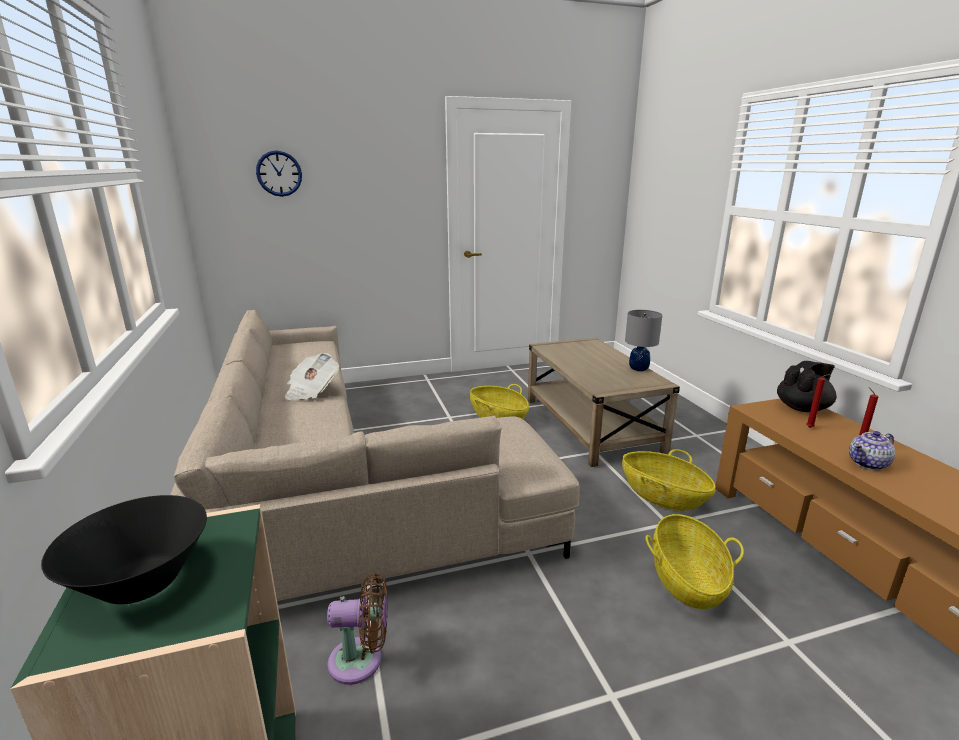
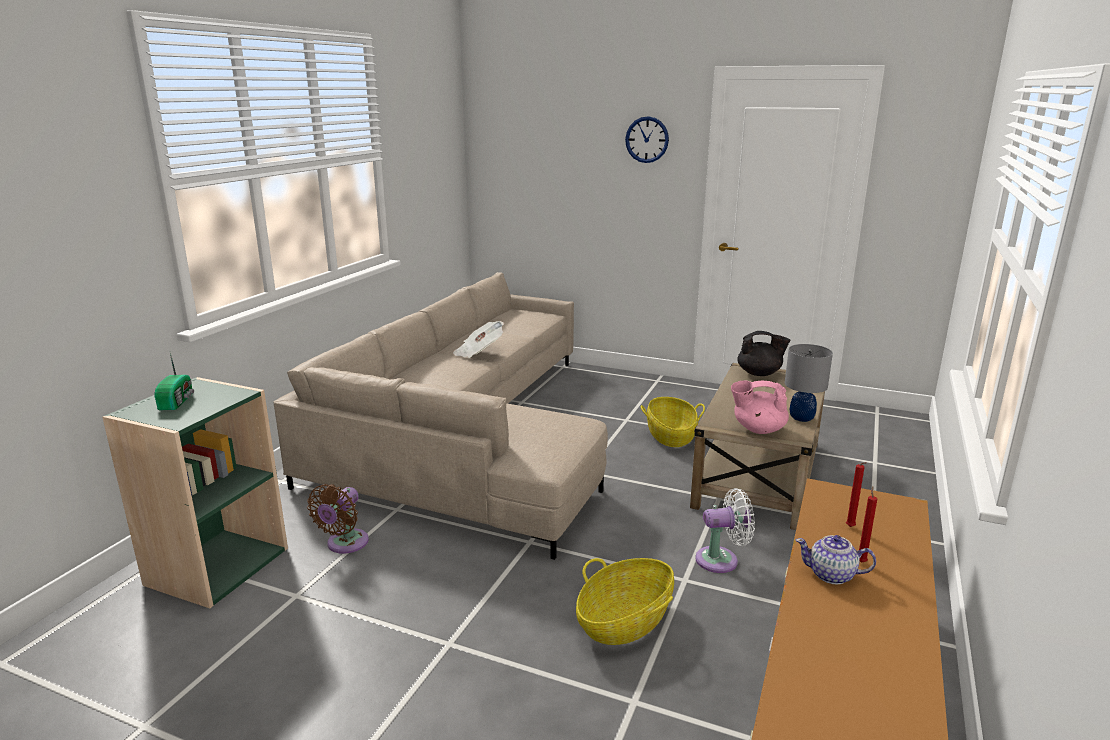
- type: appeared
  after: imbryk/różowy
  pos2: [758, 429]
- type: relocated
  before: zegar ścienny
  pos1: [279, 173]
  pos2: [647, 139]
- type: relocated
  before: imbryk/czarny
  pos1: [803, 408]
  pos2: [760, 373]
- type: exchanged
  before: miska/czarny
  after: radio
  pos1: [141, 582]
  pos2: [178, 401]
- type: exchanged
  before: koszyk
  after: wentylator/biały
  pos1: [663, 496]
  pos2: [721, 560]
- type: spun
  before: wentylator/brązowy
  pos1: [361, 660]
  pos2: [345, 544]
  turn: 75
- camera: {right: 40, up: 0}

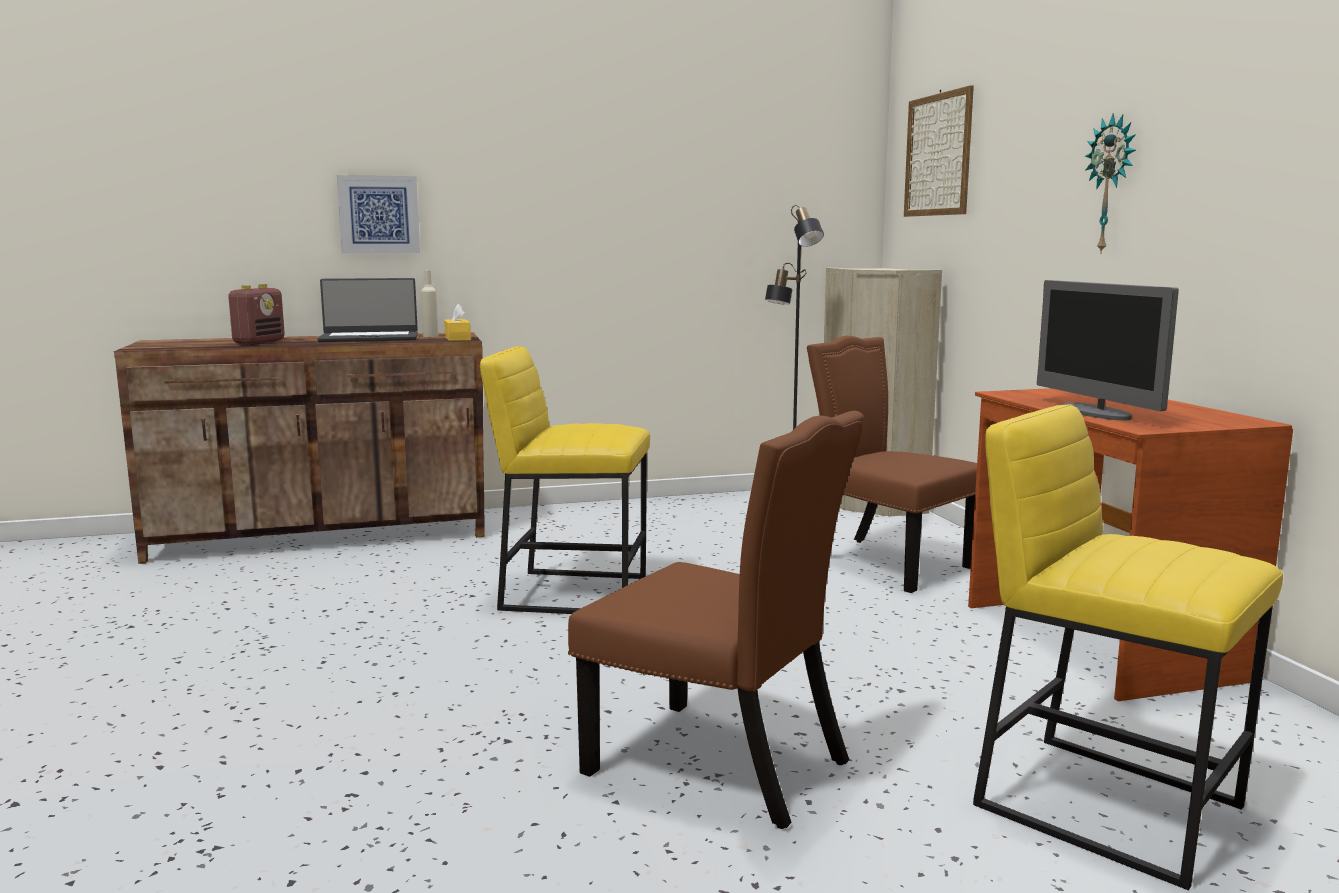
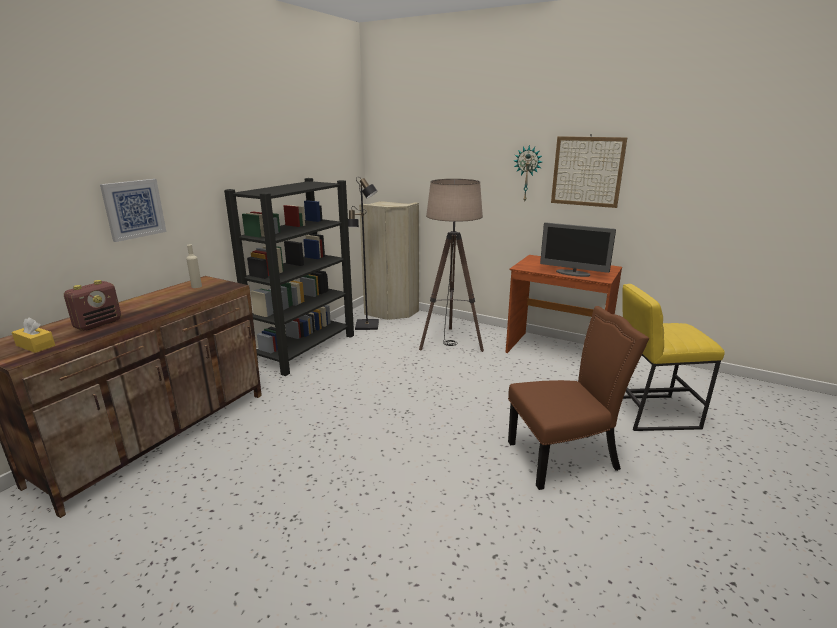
- type: missing
  before: laptop
  pos1: [369, 338]
- type: missing
  before: krzesło/żółty
  pos1: [572, 593]
- type: appeared
  after: regał/czarny
  pos2: [304, 349]
- type: relocated
  before: pudełko chusteczek/żółty
  pos1: [457, 338]
  pos2: [35, 345]
- type: relocated
  before: obraz
  pos1: [938, 153]
  pos2: [587, 170]
- type: exchanged
  before: krzesło/brązowy
  after: lampa stojąca
  pos1: [888, 564]
  pos2: [451, 342]
- type: spun
  before: radio
  pos1: [259, 342]
  pos2: [98, 324]
  turn: 60
- camera: {right: -45, up: 10}

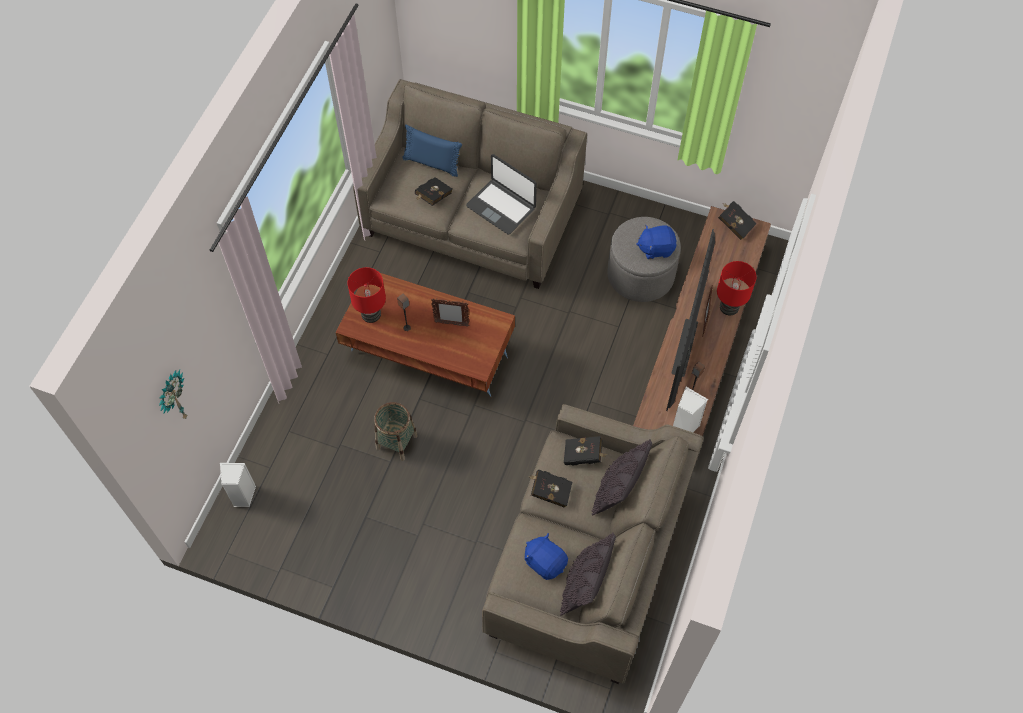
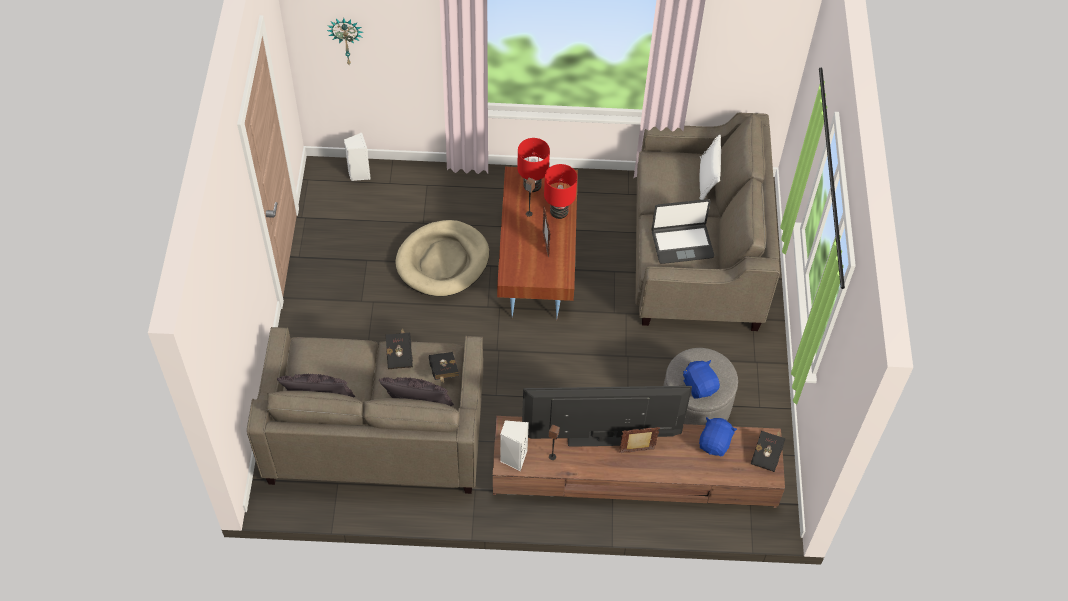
- type: missing
  before: książka/czarny
  pos1: [432, 197]
- type: relocated
  before: pluszak/niebieski
  pos1: [545, 562]
  pos2: [715, 443]
- type: relocated
  before: lampa stołowa/czerwony
  pos1: [729, 307]
  pos2: [559, 211]
- type: exchanged
  before: koszyk
  after: legowisko/beżowy
  pos1: [396, 442]
  pos2: [443, 261]
- type: colour
  before: poduszka/niebieski
  after: poduszka/biały
  pos1: [432, 163]
  pos2: [707, 180]
- type: spun
  before: laptop
  pos1: [501, 207]
  pos2: [682, 243]
  turn: -120
- camera: {right: 70, up: -5}

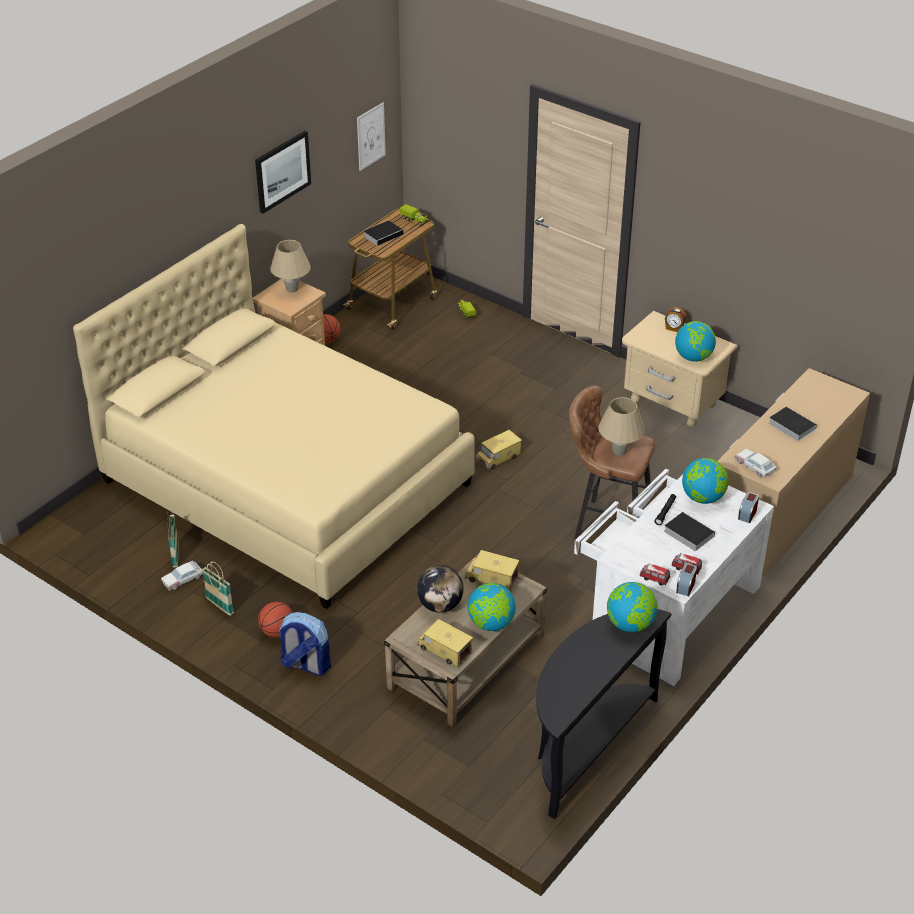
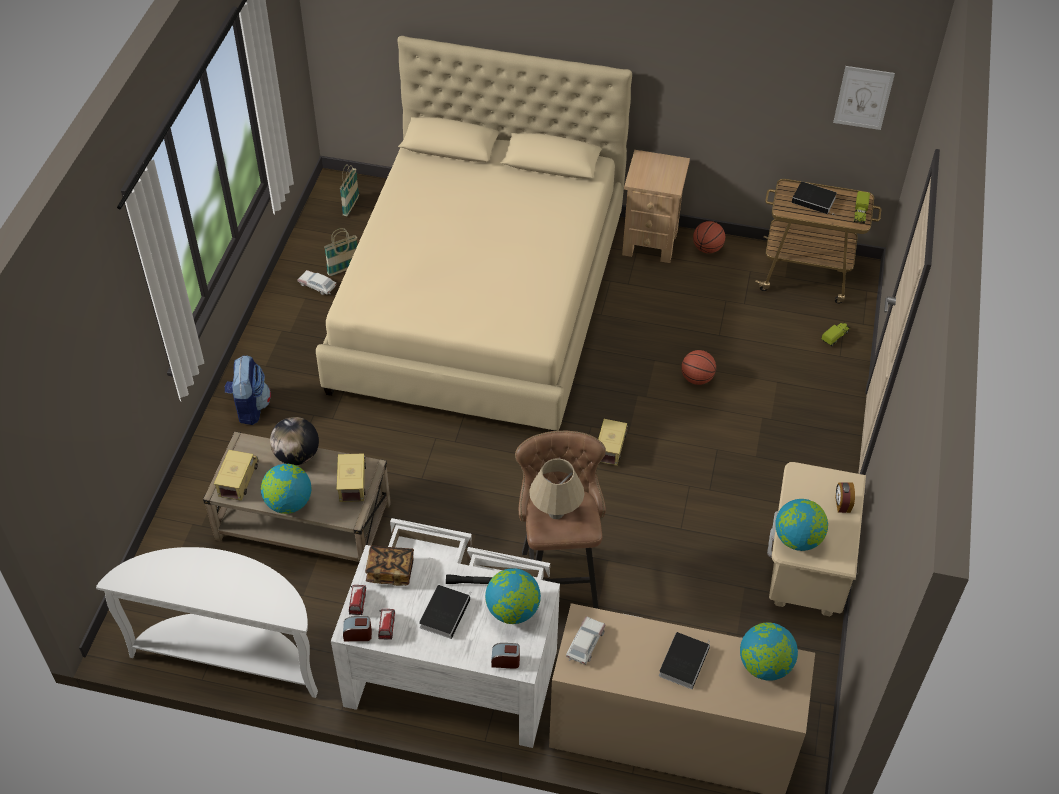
- type: missing
  before: obraz
  pos1: [282, 171]
- type: missing
  before: lampa stołowa/beżowy
  pos1: [292, 289]
- type: appeared
  after: książka
  pos2: [390, 571]
- type: relocated
  before: koszyk
  pos1: [220, 606]
  pos2: [351, 206]
- type: relocated
  before: piłka do koszykówki
  pos1: [277, 632]
  pos2: [697, 378]
- type: relocated
  before: globus
  pos1: [630, 624]
  pos2: [764, 665]
- type: colour
  before: stolik konsolowy/czarny
  after: stolik konsolowy/biały
  pos1: [586, 745]
  pos2: [231, 654]
- type: spun
  before: ciężarówka zabawkowa
  pos1: [498, 458]
  pos2: [610, 446]
  turn: 75
- camera: {right: 65, up: 10}

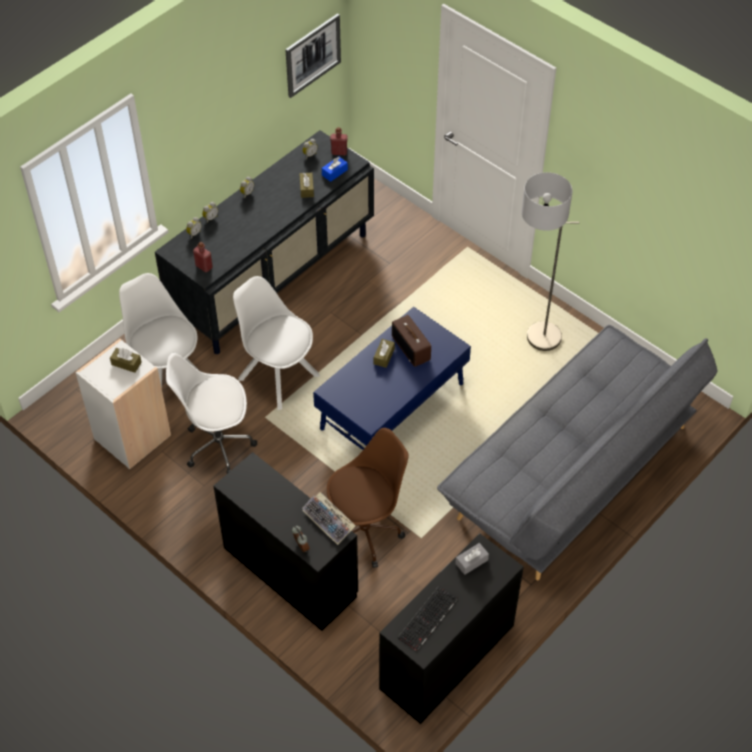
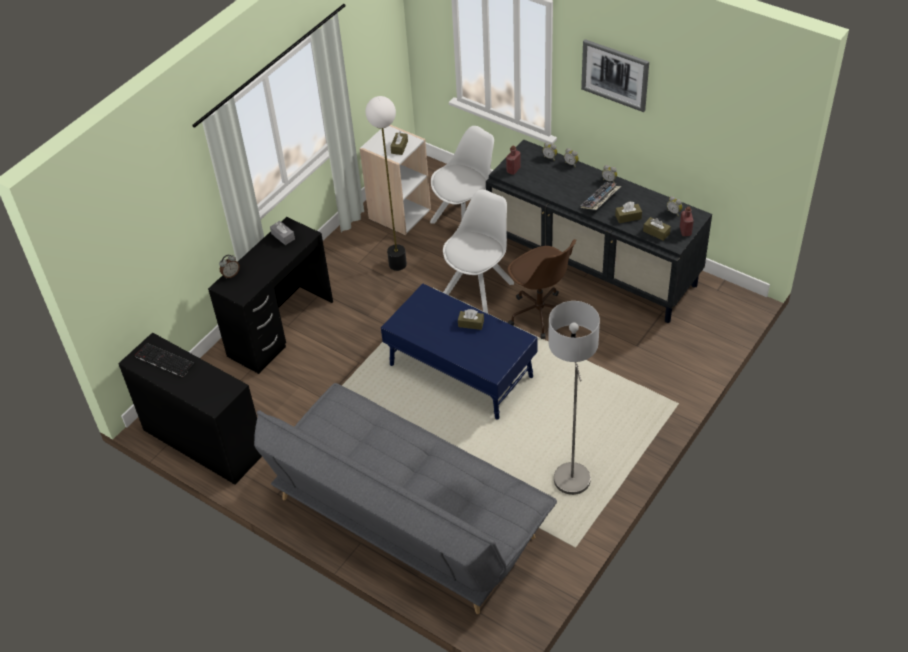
- type: missing
  before: radio
  pos1: [411, 348]
- type: relocated
  before: obraz
  pos1: [312, 55]
  pos2: [615, 74]
- type: relocated
  before: klawiatura
  pos1: [329, 521]
  pos2: [600, 200]
- type: relocated
  before: krzesło biurowe/brązowy
  pos1: [366, 533]
  pos2: [541, 315]
- type: relocated
  before: pudełko chusteczek/szary
  pos1: [471, 562]
  pos2: [283, 236]
- type: exchanged
  before: krzesło biurowe/biały
  after: lampa stojąca
  pos1: [217, 446]
  pos2: [398, 264]
- type: colour
  before: pudełko chusteczek/niebieski
  after: pudełko chusteczek/brązowy
  pos1: [334, 172]
  pos2: [656, 232]
- camera: {right: 85, up: -5}

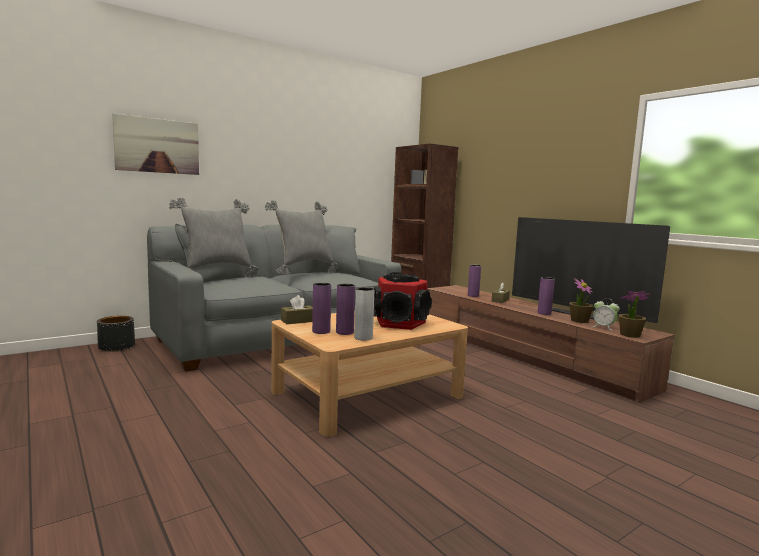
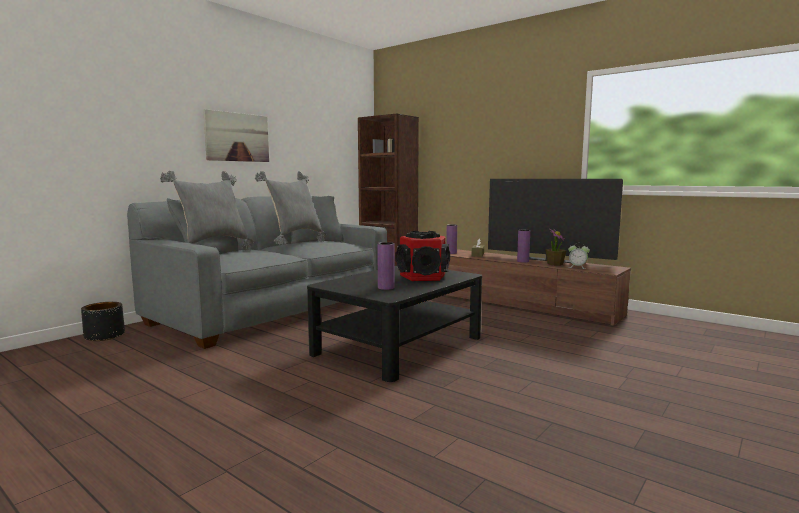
- type: missing
  before: pudełko chusteczek/brązowy
  pos1: [298, 321]
- type: missing
  before: wazon/fioletowy
  pos1: [321, 331]
- type: missing
  before: wazon/szary
  pos1: [363, 338]
- type: missing
  before: roślina doniczkowa
  pos1: [629, 335]
- type: relocated
  before: obraz
  pos1: [157, 146]
  pos2: [237, 137]
- type: colour
  before: ława/beżowy
  after: ława/czarny
  pos1: [368, 394]
  pos2: [398, 345]
- camera: {right: -15, up: 0}

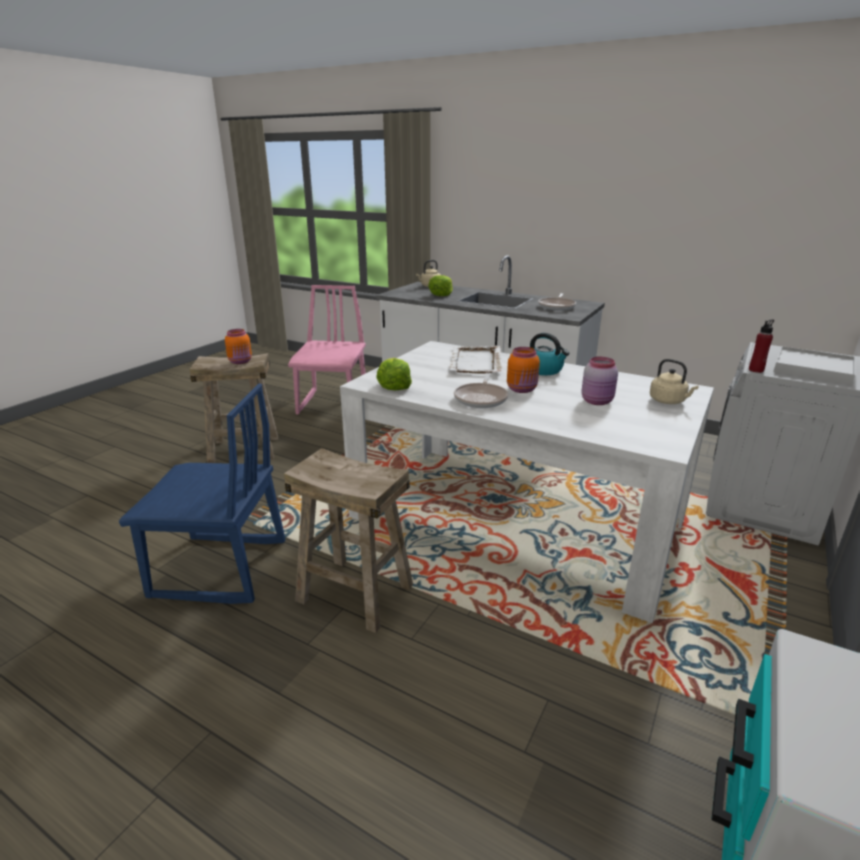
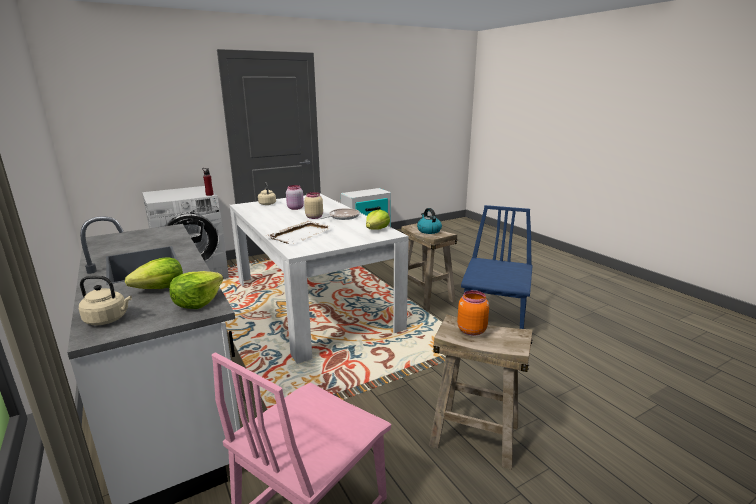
- type: missing
  before: patelnia
  pos1: [557, 306]
- type: missing
  before: taca/biały
  pos1: [813, 369]
- type: appeared
  after: sałata
  pos2: [198, 302]
- type: relocated
  before: czajnik
  pos1: [544, 370]
  pos2: [428, 230]
- type: colour
  before: słoik/pomarańczowy
  after: słoik/beżowy
  pos1: [522, 389]
  pos2: [314, 217]
- type: spun
  before: krzesło/niebieski
  pos1: [219, 570]
  pos2: [494, 323]
  turn: 75
- camera: {right: -150, up: -5}

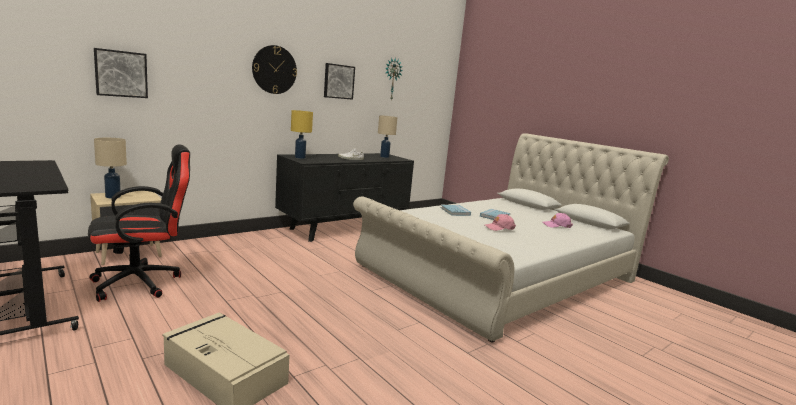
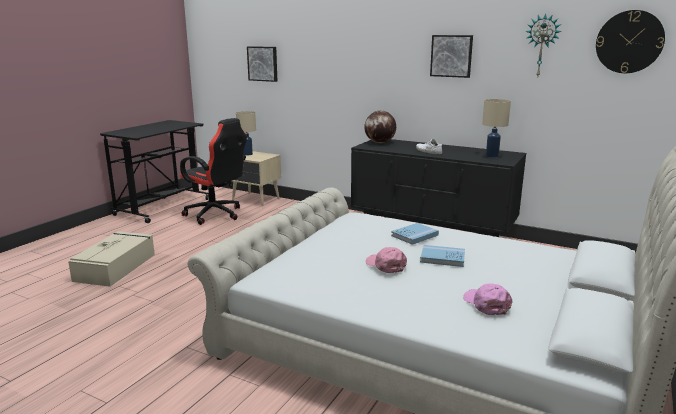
- type: relocated
  before: zegar ścienny
  pos1: [274, 69]
  pos2: [629, 42]
- type: exchanged
  before: lampa stołowa/żółty
  after: globus
  pos1: [300, 157]
  pos2: [380, 143]
- camera: {right: 70, up: 5}

